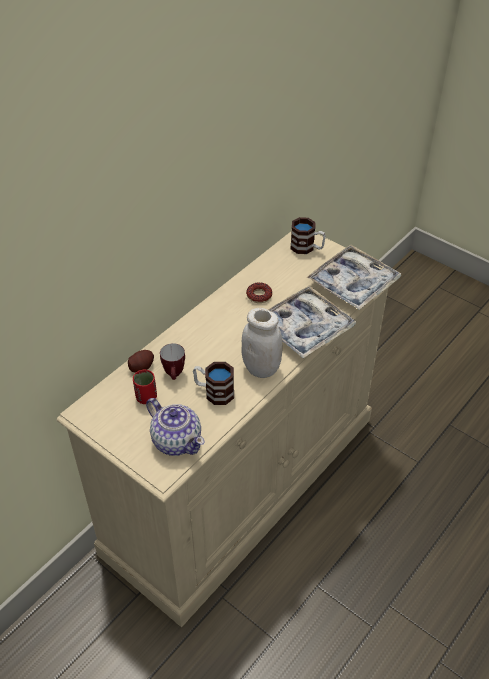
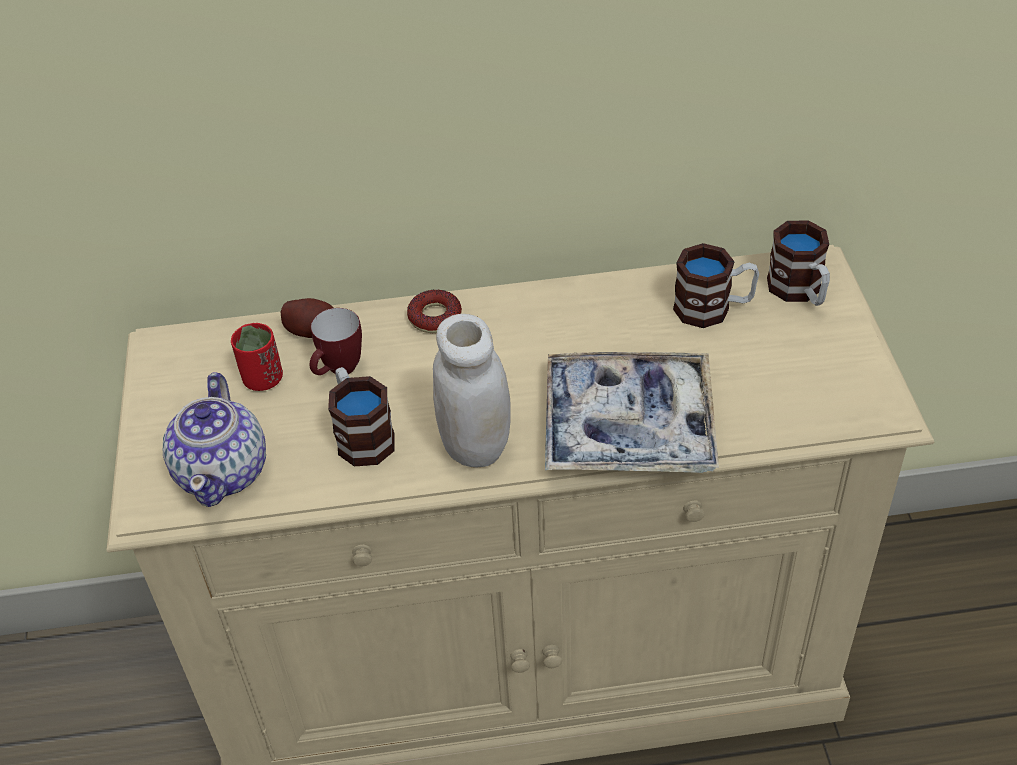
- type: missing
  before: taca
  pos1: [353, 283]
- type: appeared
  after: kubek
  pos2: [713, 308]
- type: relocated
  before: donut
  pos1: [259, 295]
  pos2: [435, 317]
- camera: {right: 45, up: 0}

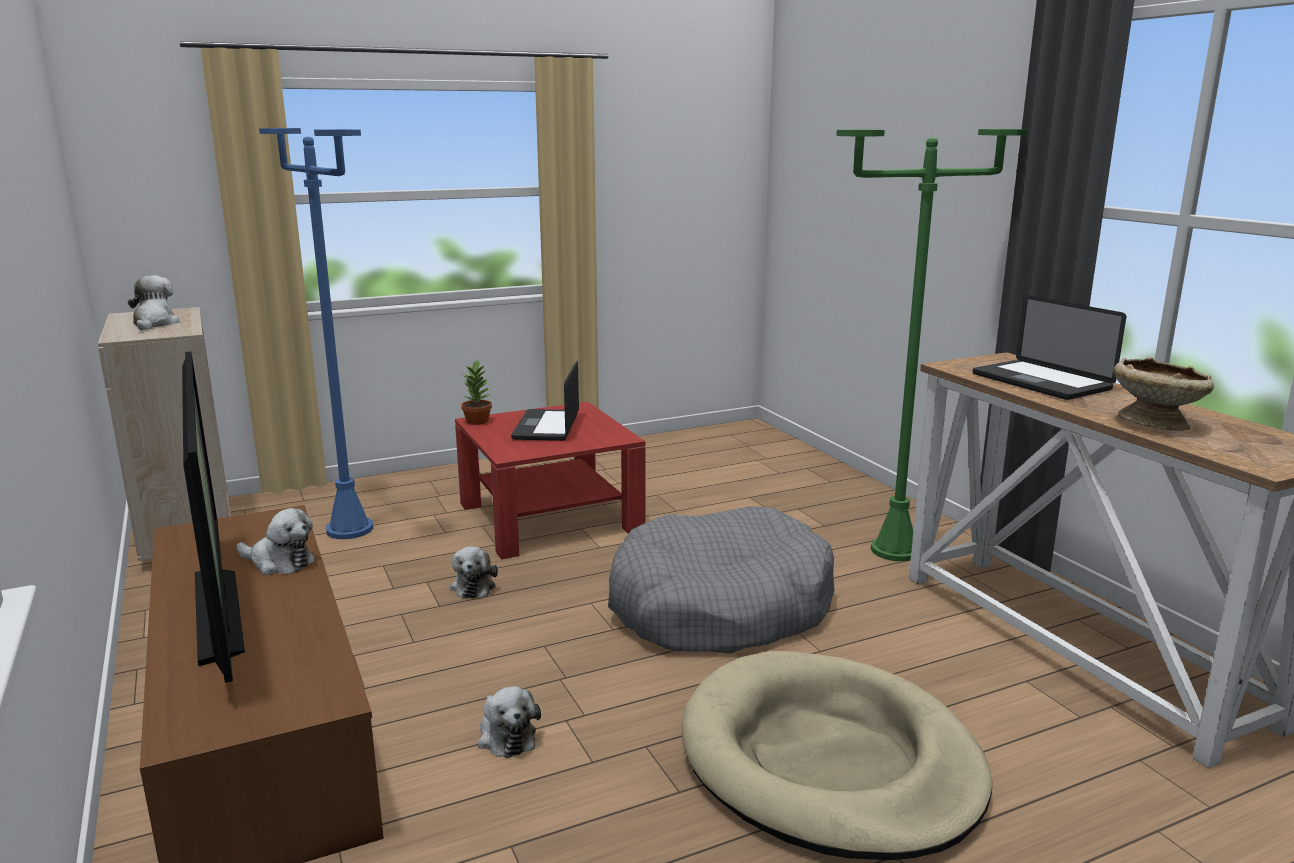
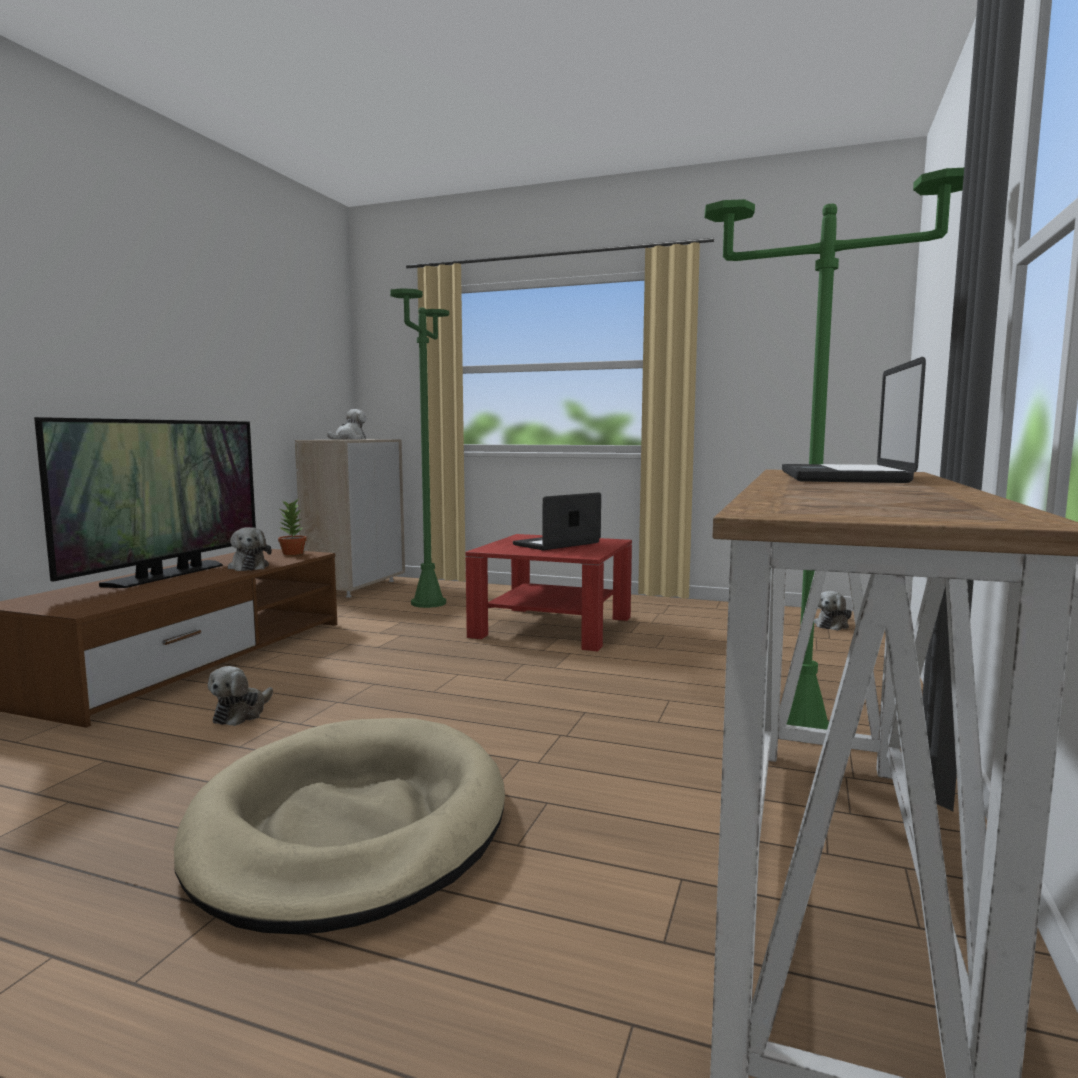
- type: missing
  before: legowisko/szary
  pos1: [719, 607]
- type: missing
  before: miska/beżowy
  pos1: [1154, 424]
- type: relocated
  before: pluszak
  pos1: [473, 586]
  pos2: [832, 625]
- type: relocated
  before: roślina doniczkowa
  pos1: [478, 421]
  pos2: [293, 553]
- type: colour
  before: lampa stojąca/niebieski
  after: lampa stojąca/zielony
  pos1: [350, 530]
  pos2: [428, 603]
- camera: {right: 45, up: -10}

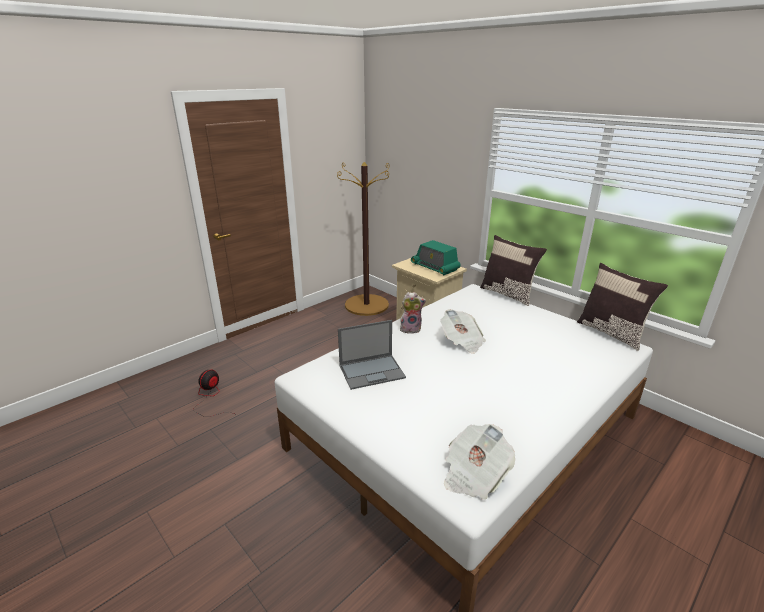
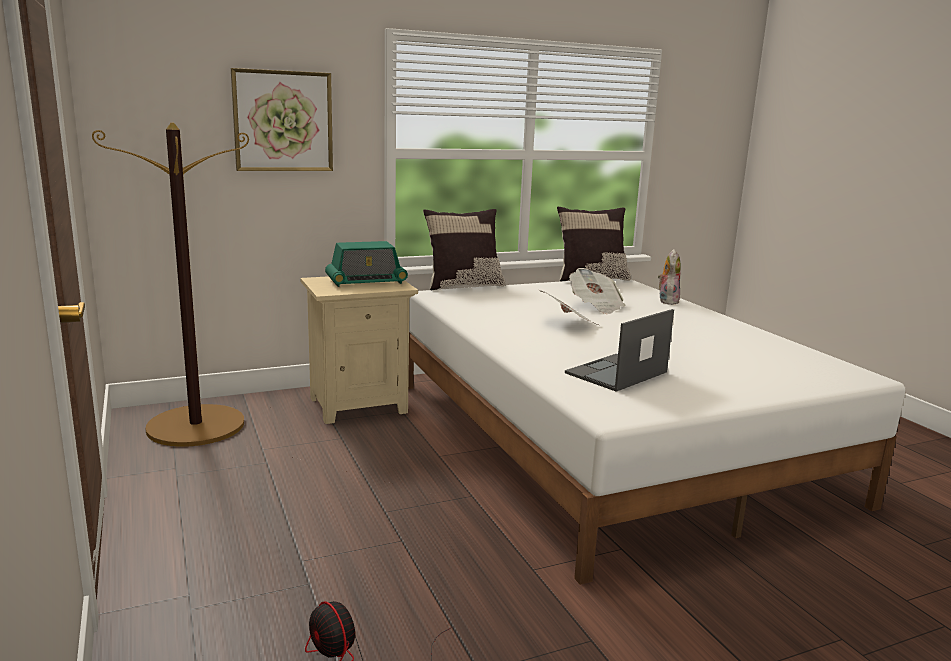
- type: appeared
  after: obraz
  pos2: [283, 121]
- type: relocated
  before: pluszak
  pos1: [411, 329]
  pos2: [667, 301]
- type: relocated
  before: gazeta
  pos1: [474, 474]
  pos2: [595, 306]
- type: spun
  before: laptop
  pos1: [372, 371]
  pos2: [616, 373]
  turn: -135
- camera: {right: -70, up: -10}

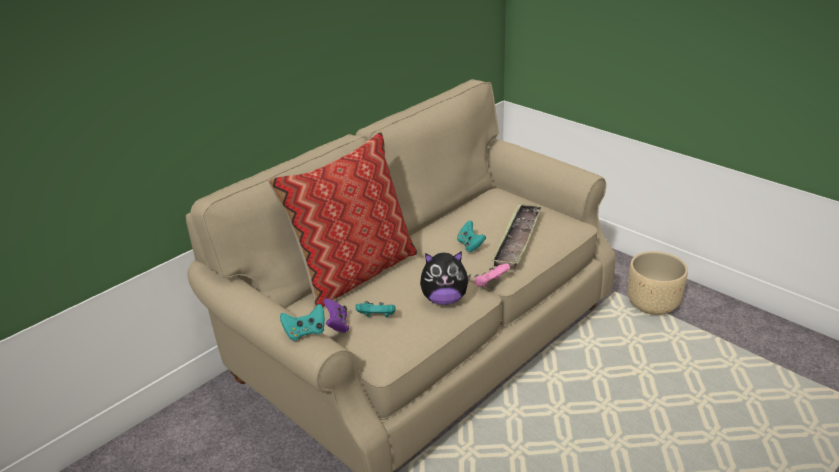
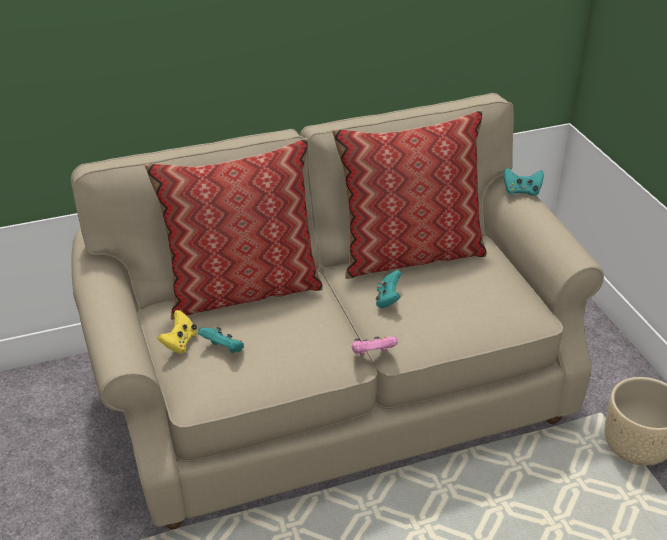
- type: missing
  before: pluszak
  pos1: [444, 299]
- type: missing
  before: taca
  pos1: [517, 240]
- type: appeared
  after: poduszka
  pos2: [409, 253]
- type: relocated
  before: pad do gier/turkusowy
  pos1: [305, 332]
  pos2: [521, 191]
- type: colour
  before: pad do gier/fioletowy
  after: pad do gier/żółty
  pos1: [337, 325]
  pos2: [180, 343]
- camera: {right: 25, up: 5}

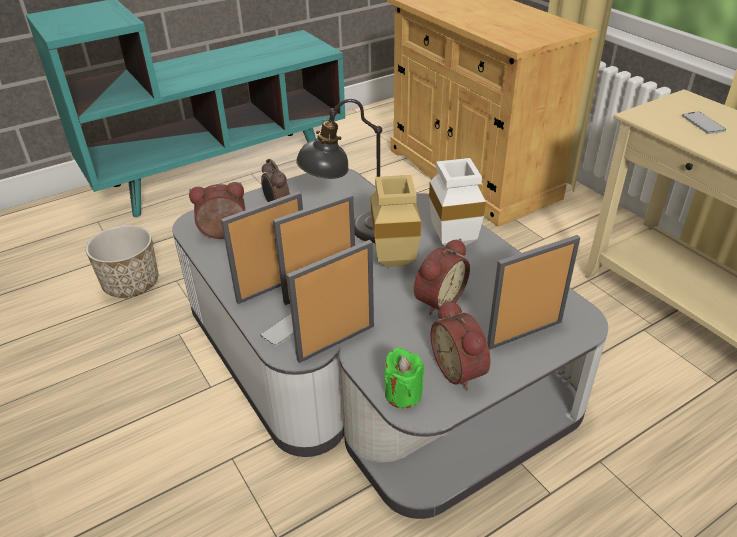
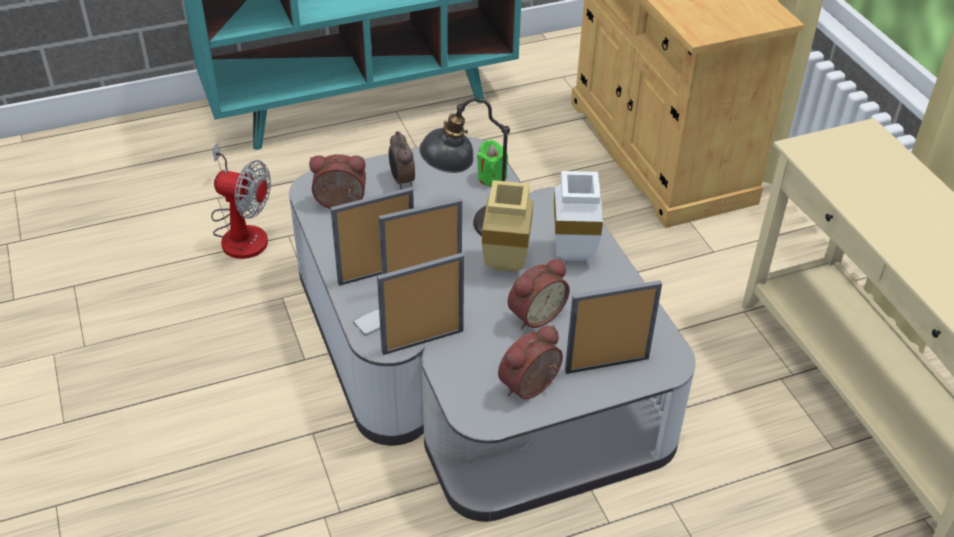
- type: missing
  before: telefon
  pos1: [703, 124]
- type: relocated
  before: świeca/zielony
  pos1: [403, 394]
  pos2: [491, 177]
- type: exchanged
  before: donica
  after: wentylator
  pos1: [131, 283]
  pos2: [241, 231]
- type: spun
  before: budzik
  pos1: [461, 369]
  pos2: [531, 388]
  turn: 60
- camera: {right: 10, up: 5}

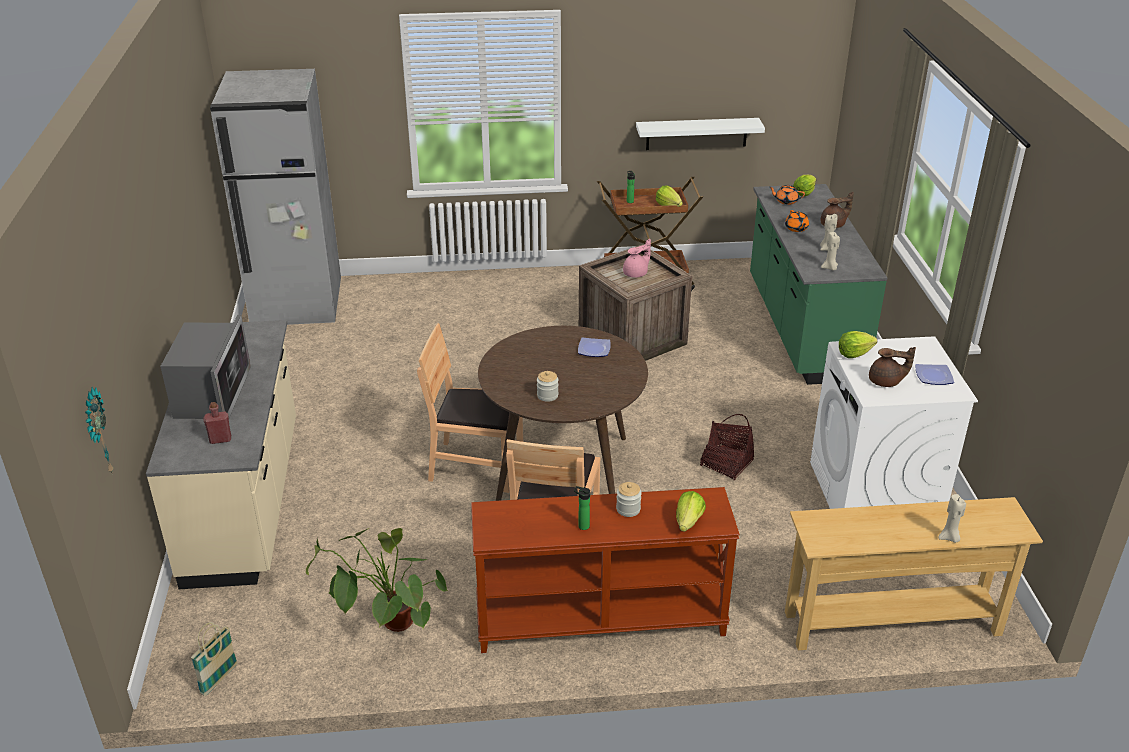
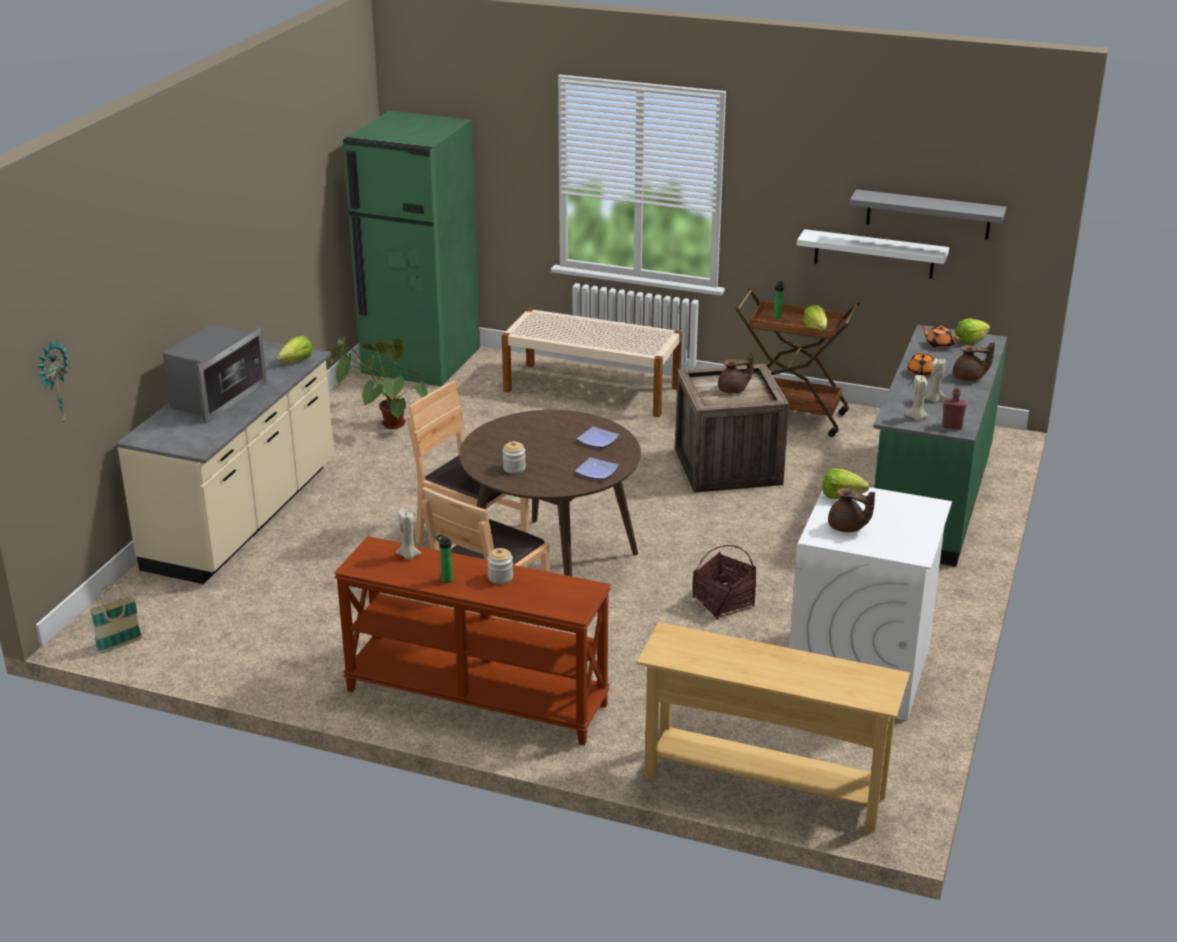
- type: appeared
  after: ławka/beżowy
  pos2: [592, 389]
- type: appeared
  after: półka/szary
  pos2: [928, 214]
- type: relocated
  before: butelka/czerwony
  pos1: [220, 439]
  pos2: [952, 426]
- type: relocated
  before: roślina doniczkowa
  pos1: [384, 627]
  pos2: [381, 424]
- type: relocated
  before: sałata
  pos1: [688, 522]
  pos2: [297, 361]
- type: relocated
  before: talerz
  pos1: [934, 377]
  pos2: [597, 472]
- type: relocated
  before: świeca/beżowy
  pos1: [949, 538]
  pos2: [408, 556]
- type: colour
  before: lodówka/szary
  after: lodówka/zielony
  pos1: [298, 300]
  pos2: [422, 360]
- type: colour
  before: imbryk/różowy
  after: imbryk/brązowy
  pos1: [636, 273]
  pos2: [733, 390]
- camera: {right: 25, up: -5}

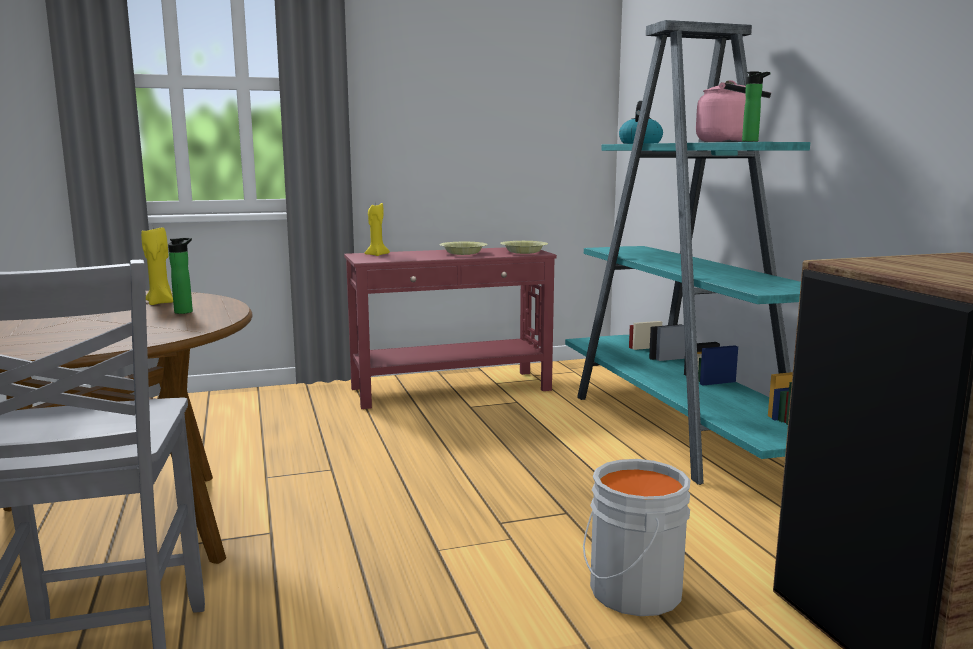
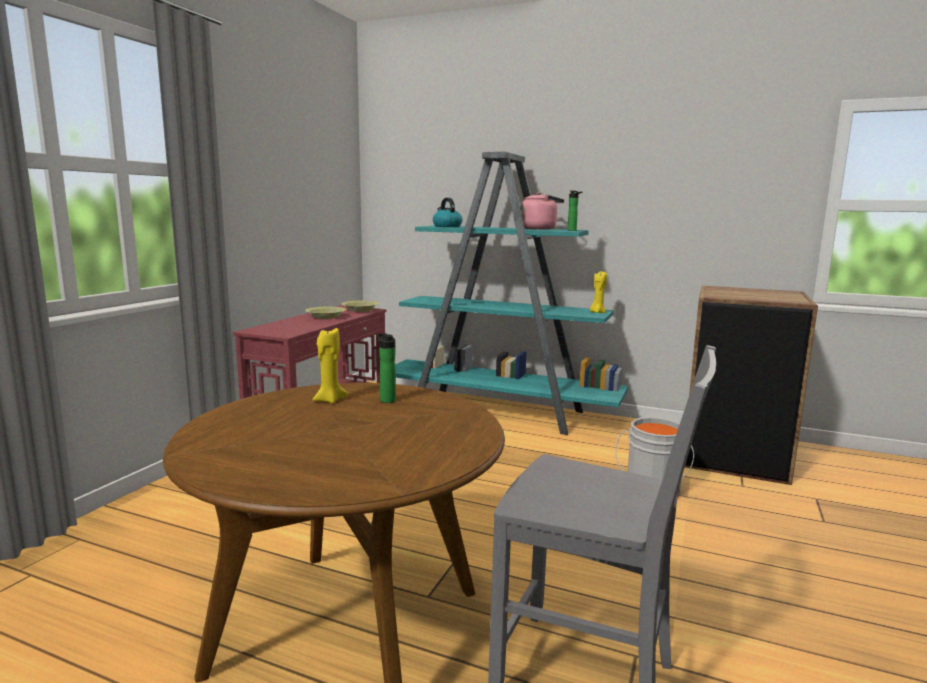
- type: relocated
  before: świeca/żółty
  pos1: [376, 255]
  pos2: [597, 312]
- camera: {right: -50, up: 0}

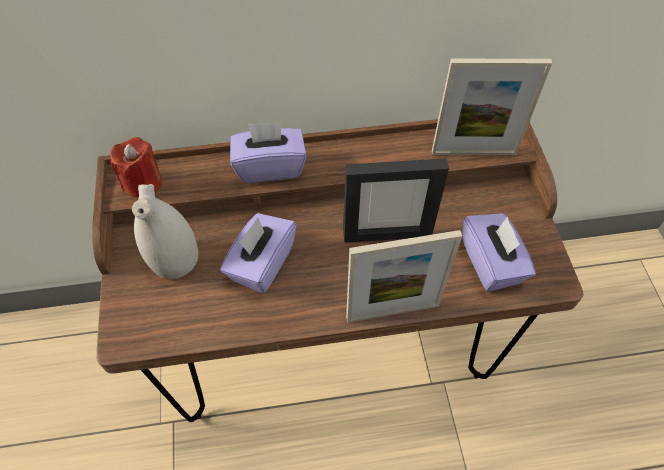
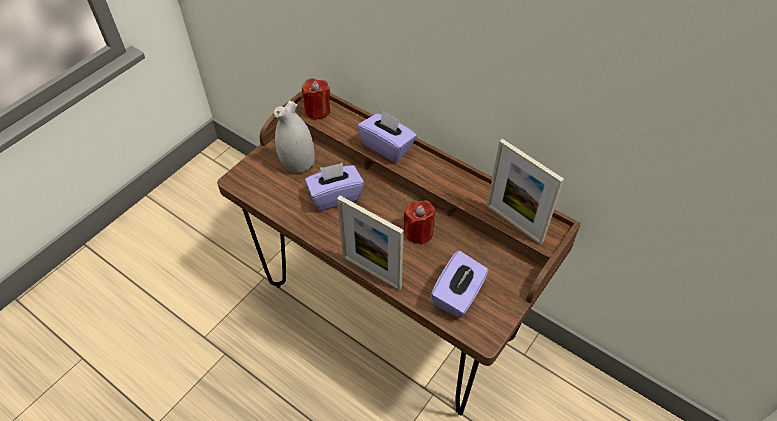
- type: exchanged
  before: ramka na zdjęcie
  after: świeca/czerwony
  pos1: [387, 233]
  pos2: [418, 232]
- camera: {right: 45, up: -5}

